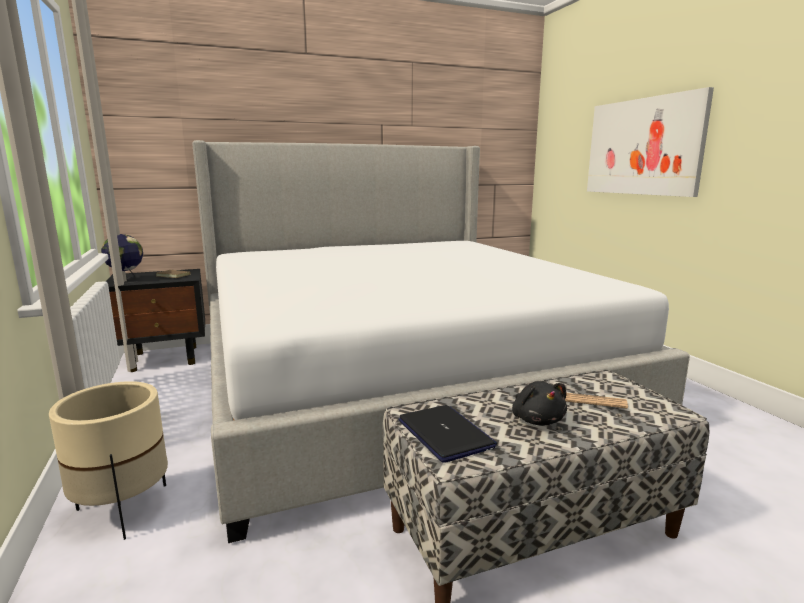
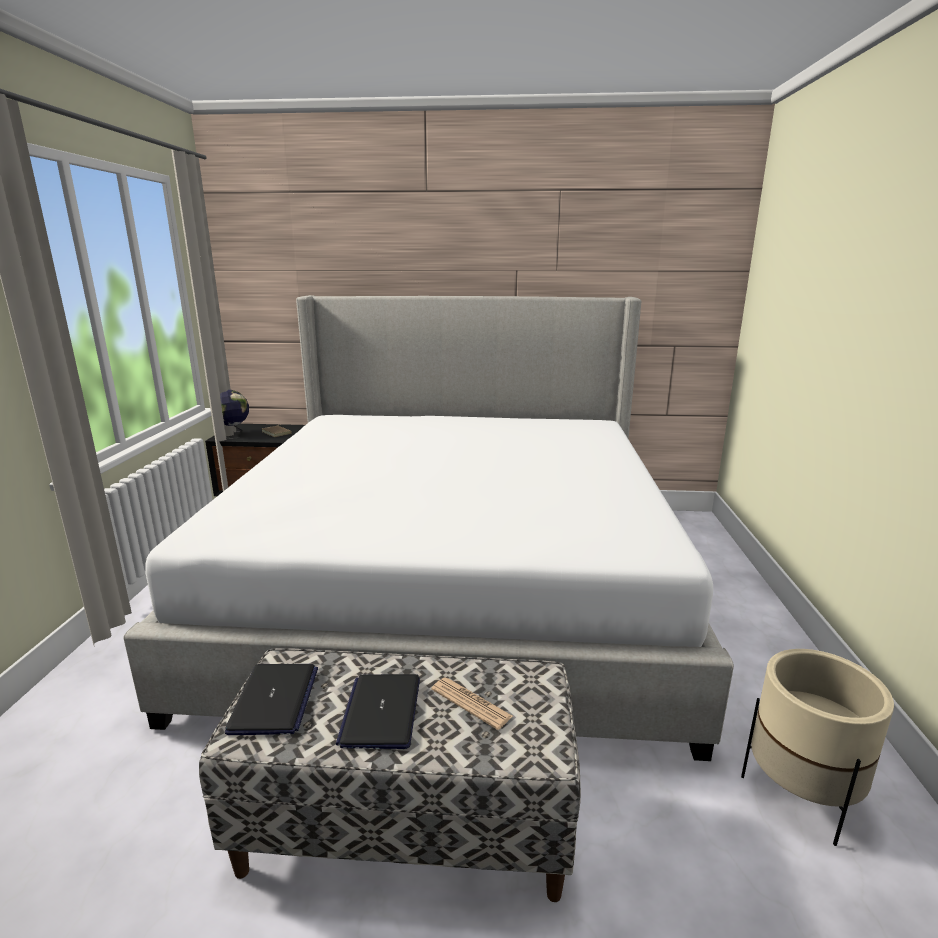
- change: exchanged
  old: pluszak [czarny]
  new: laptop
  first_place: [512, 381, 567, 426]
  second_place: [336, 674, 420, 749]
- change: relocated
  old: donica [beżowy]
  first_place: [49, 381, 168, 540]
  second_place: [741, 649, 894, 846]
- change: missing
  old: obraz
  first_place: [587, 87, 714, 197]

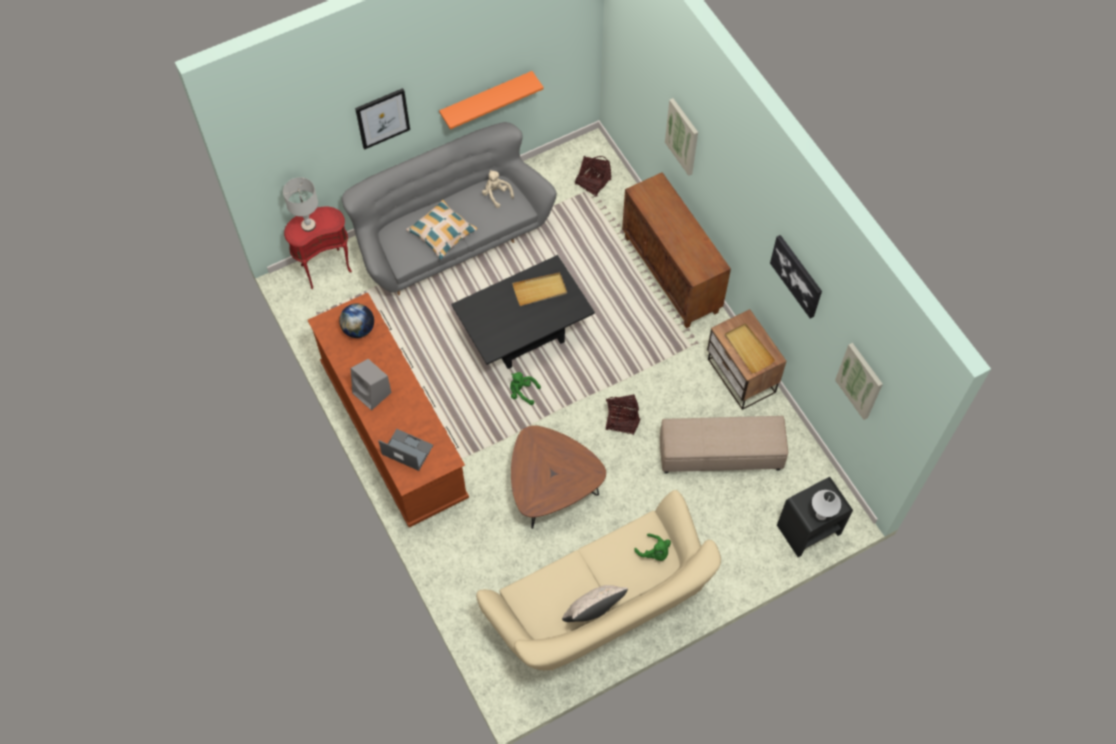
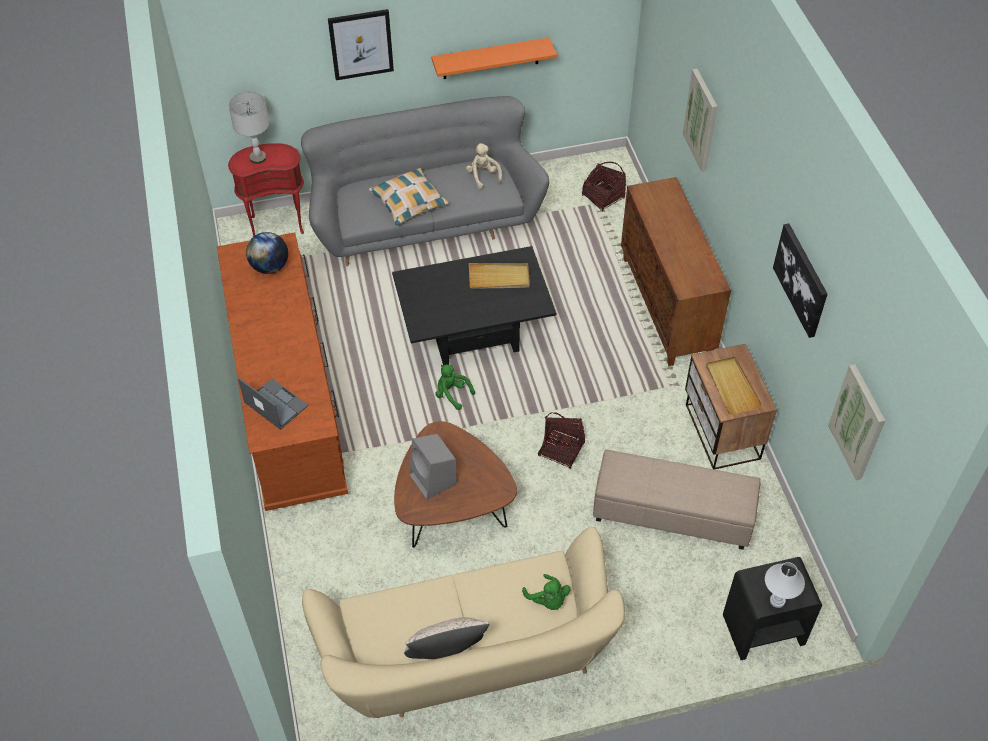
- change: relocated
  old: głośnik [szary]
  first_place: [351, 359, 392, 411]
  second_place: [409, 434, 457, 500]

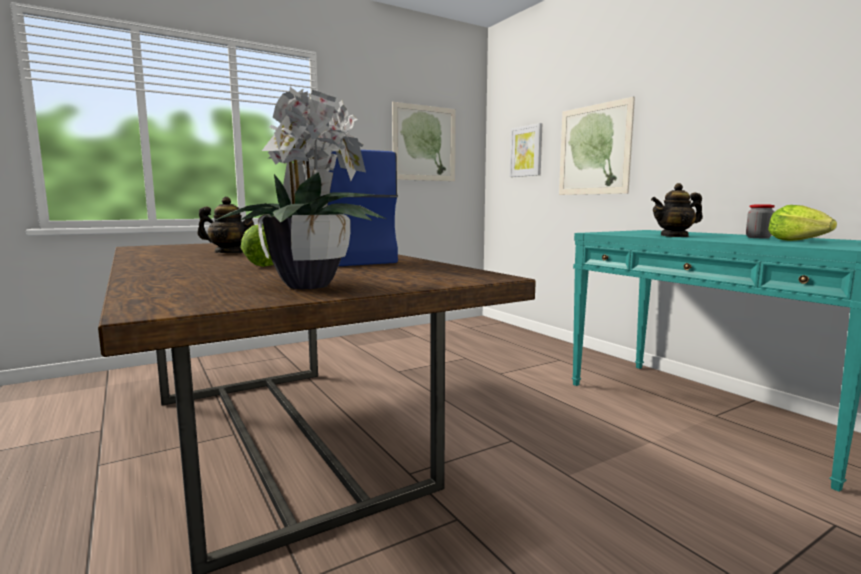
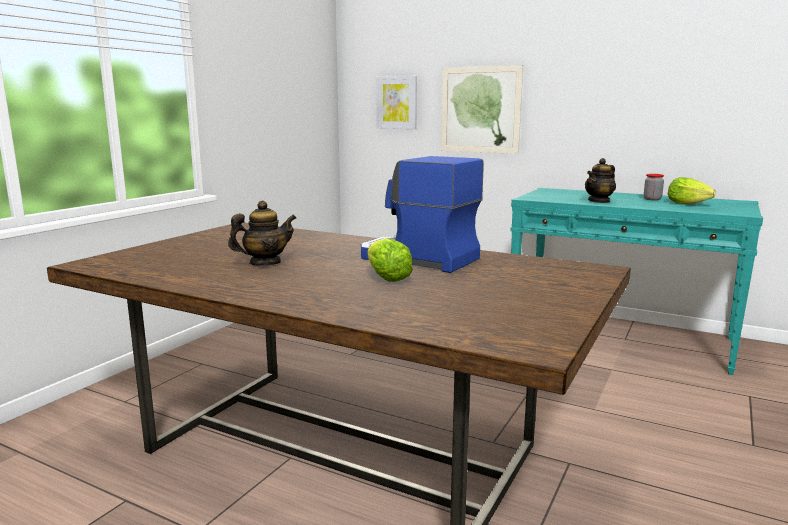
- change: missing
  old: roślina doniczkowa
  first_place: [216, 87, 386, 289]
- change: missing
  old: obraz
  first_place: [392, 102, 456, 181]

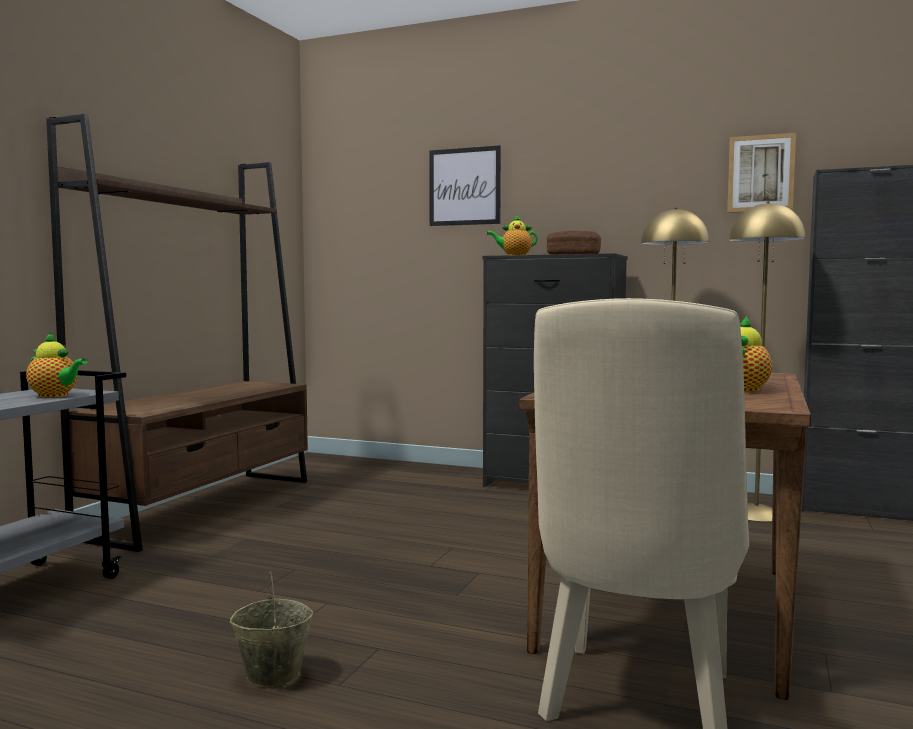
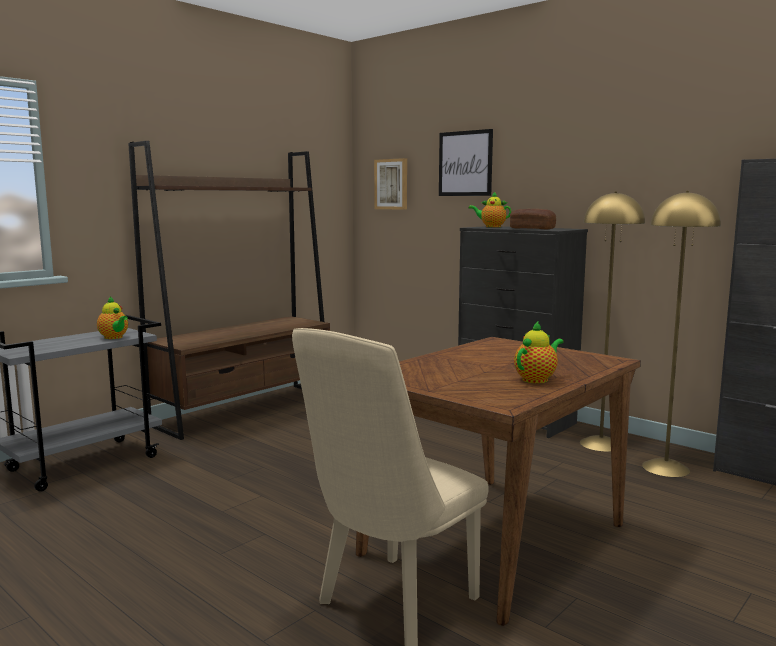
- change: relocated
  old: obraz
  first_place: [727, 133, 796, 213]
  second_place: [374, 158, 407, 210]
- change: missing
  old: wiadro [beżowy]
  first_place: [230, 571, 313, 688]

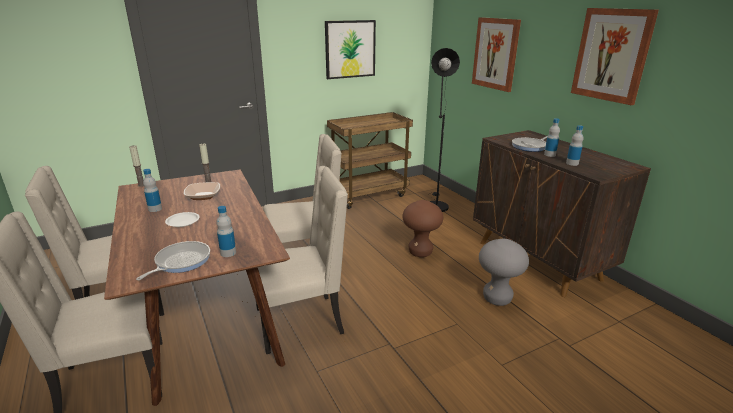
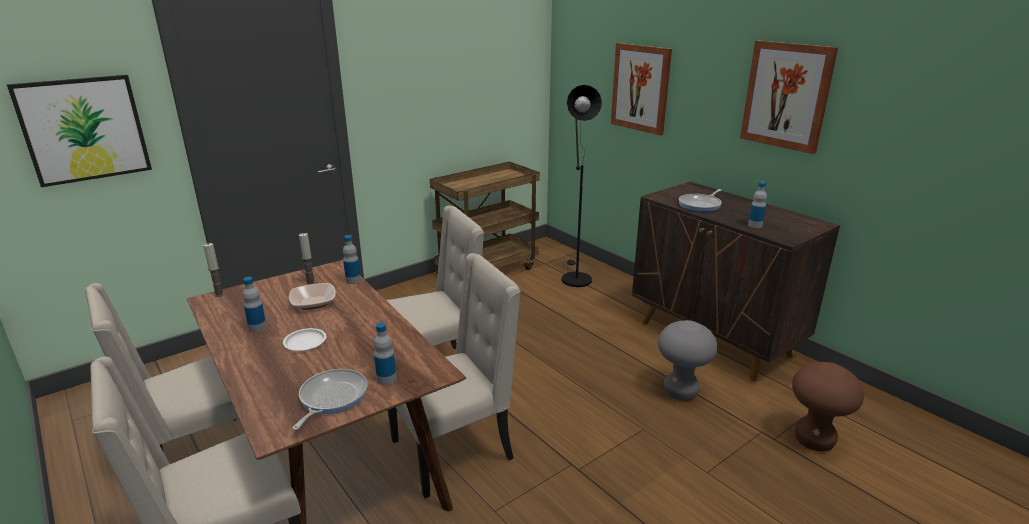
- change: relocated
  old: obraz
  first_place: [325, 20, 376, 79]
  second_place: [7, 75, 152, 187]
- change: relocated
  old: butelka
  first_place: [544, 118, 560, 157]
  second_place: [343, 235, 361, 284]
- change: relocated
  old: stołek [brązowy]
  first_place: [402, 200, 443, 257]
  second_place: [792, 362, 864, 452]

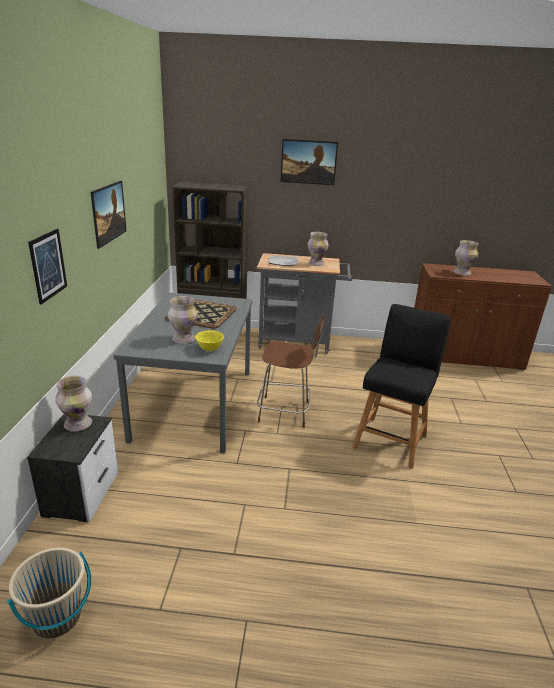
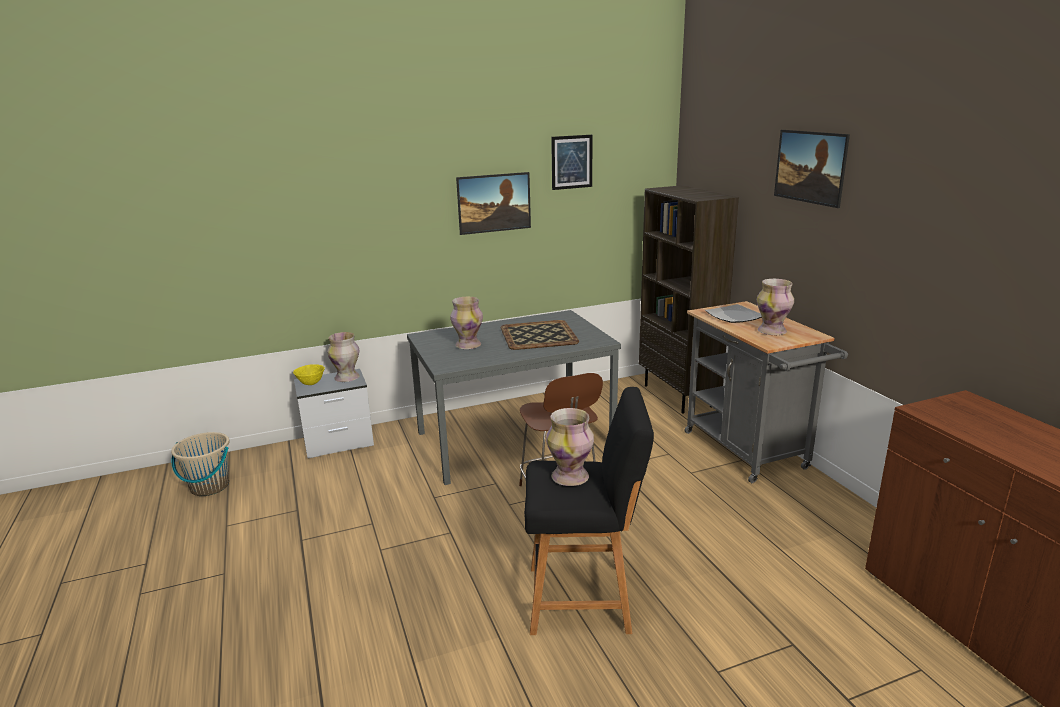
- change: relocated
  old: miska [żółty]
  first_place: [195, 330, 224, 351]
  second_place: [293, 364, 325, 385]
- change: relocated
  old: wazon
  first_place: [453, 240, 478, 276]
  second_place: [546, 408, 594, 486]
- change: relocated
  old: obraz
  first_place: [28, 229, 67, 305]
  second_place: [551, 135, 593, 190]

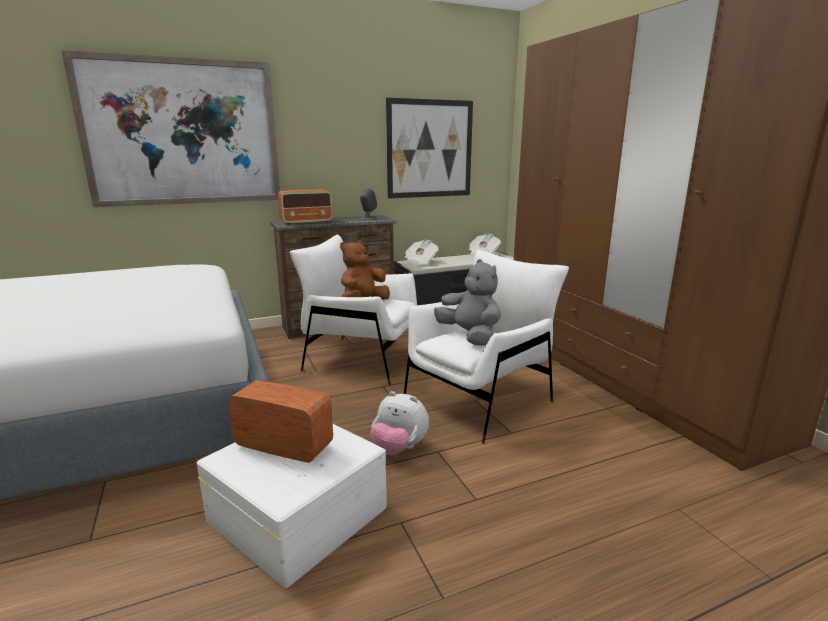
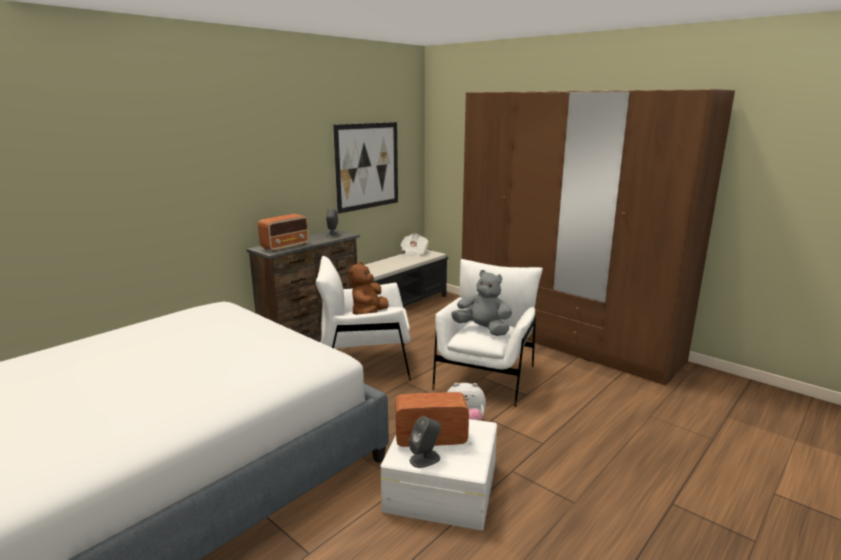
- change: appeared
  new: głośnik [szary]
  second_place: [409, 416, 441, 468]
- change: missing
  old: obraz
  first_place: [61, 50, 280, 207]
- change: missing
  old: gazeta
  first_place: [404, 240, 439, 266]

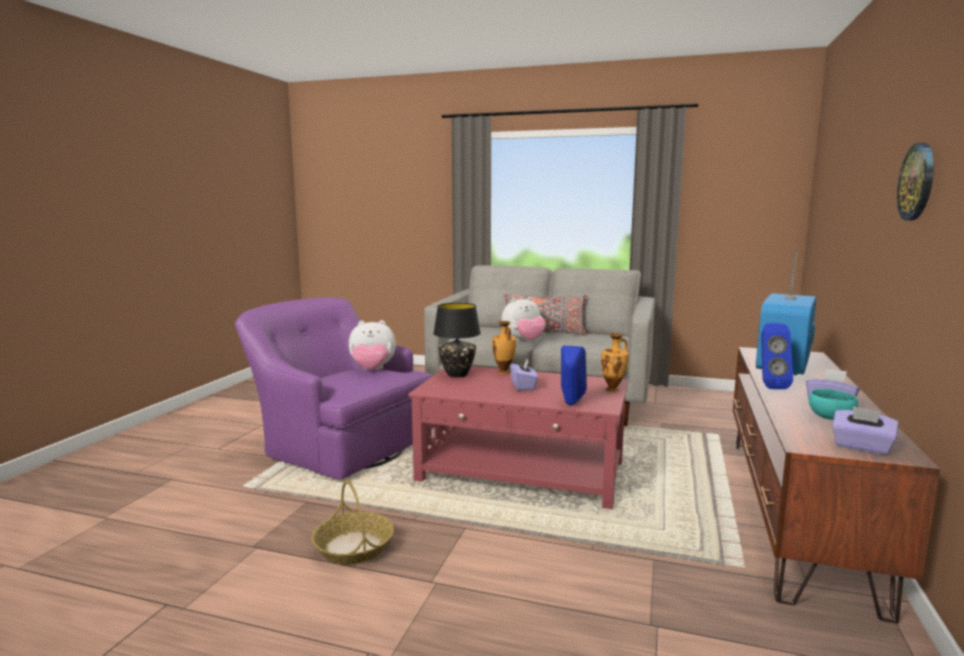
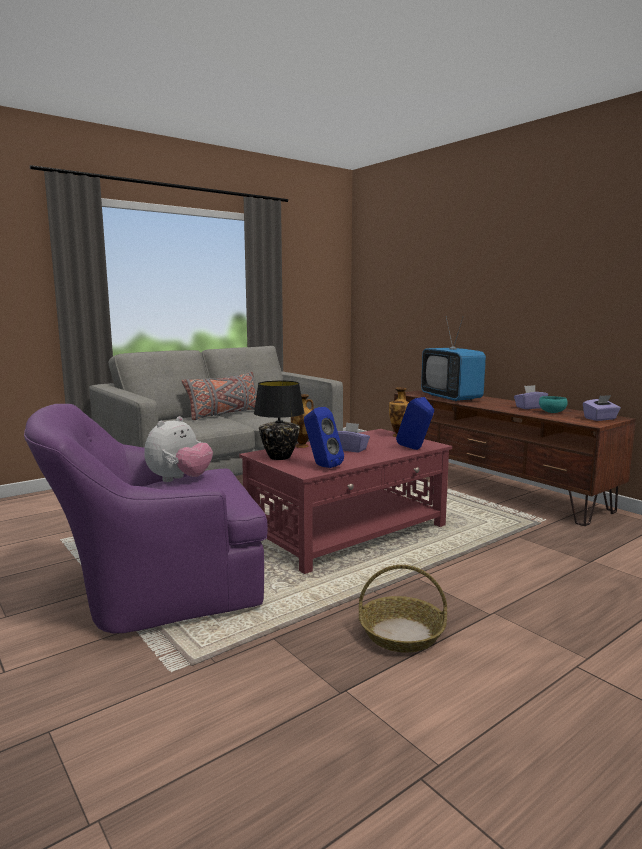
- change: relocated
  old: głośnik [niebieski]
  first_place: [761, 323, 793, 389]
  second_place: [304, 407, 344, 468]
- change: missing
  old: pluszak
  first_place: [501, 297, 546, 342]
- change: missing
  old: zegar ścienny
  first_place: [897, 143, 934, 220]

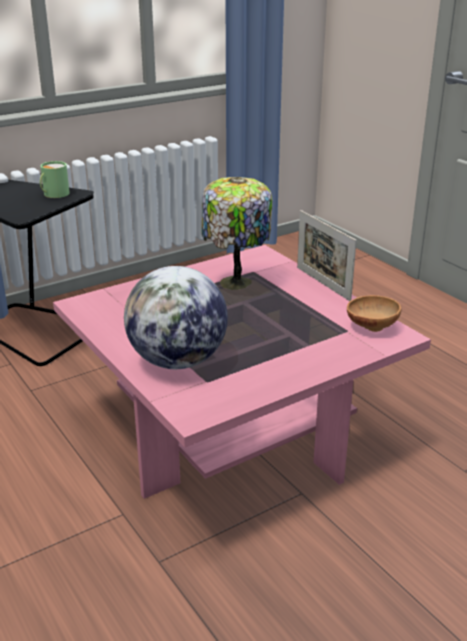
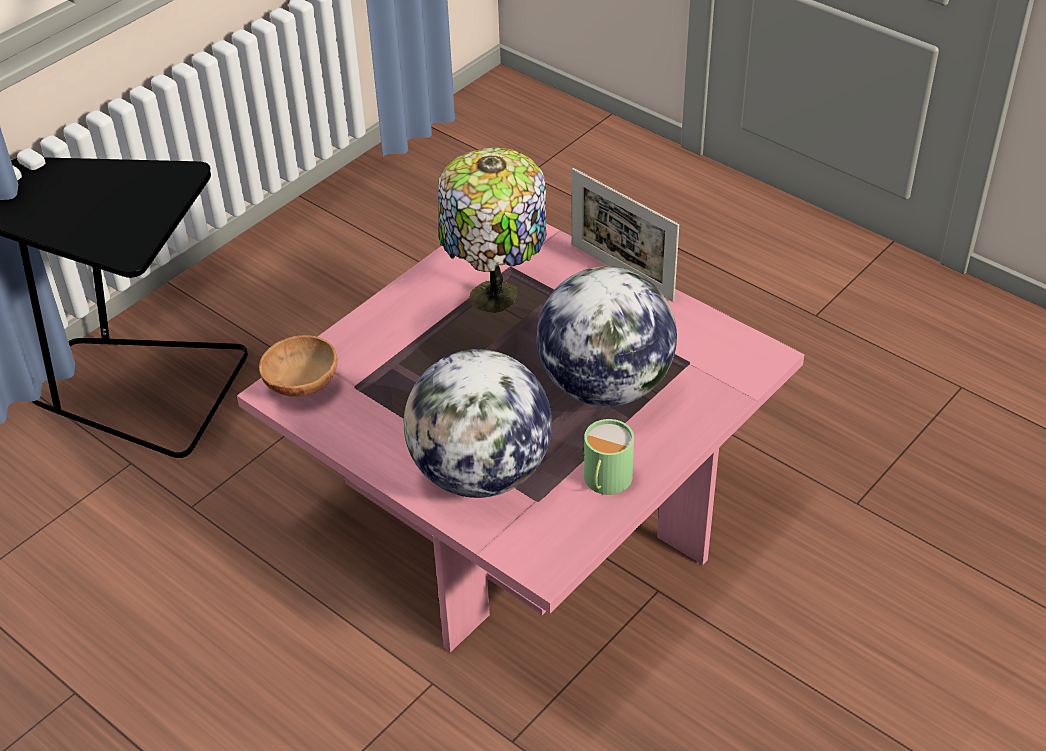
- change: relocated
  old: miska [brązowy]
  first_place: [347, 295, 401, 332]
  second_place: [259, 335, 338, 397]
- change: appeared
  new: globus
  second_place: [537, 266, 677, 407]
- change: relocated
  old: kubek [zielony]
  first_place: [40, 161, 70, 198]
  second_place: [582, 419, 634, 495]

